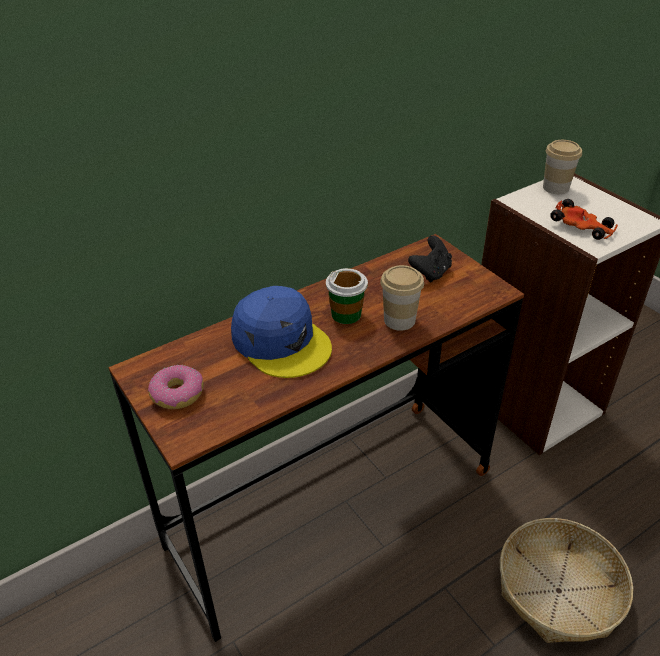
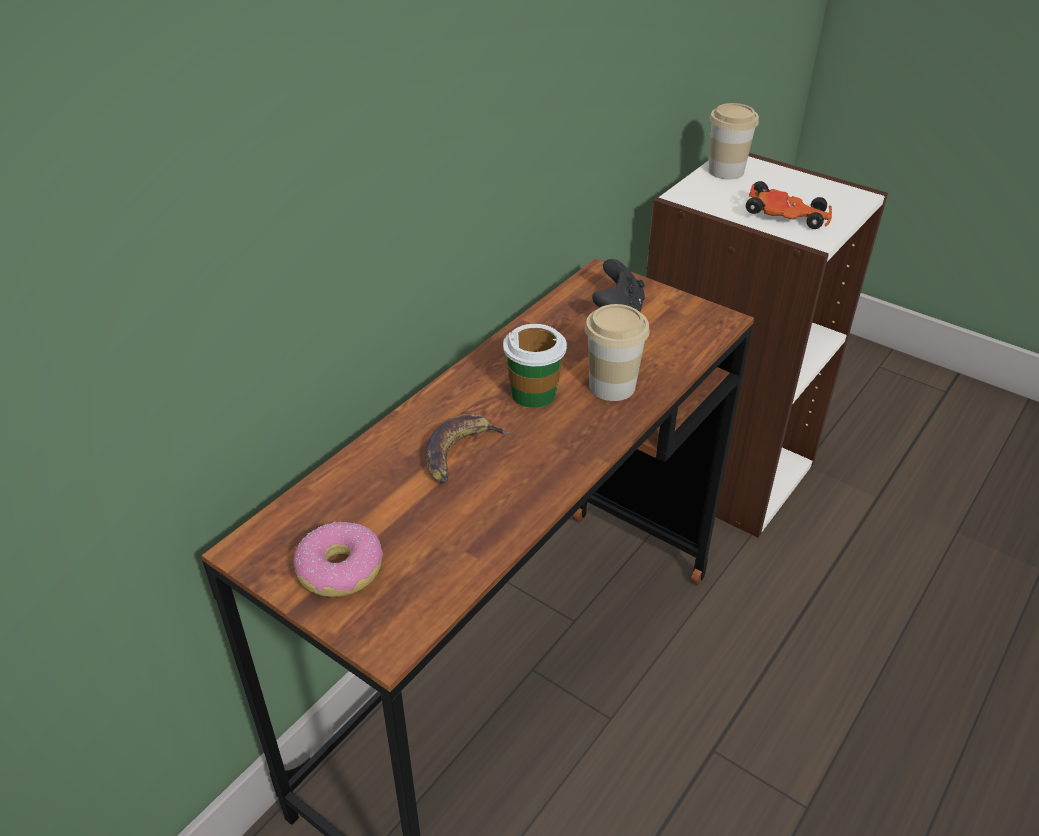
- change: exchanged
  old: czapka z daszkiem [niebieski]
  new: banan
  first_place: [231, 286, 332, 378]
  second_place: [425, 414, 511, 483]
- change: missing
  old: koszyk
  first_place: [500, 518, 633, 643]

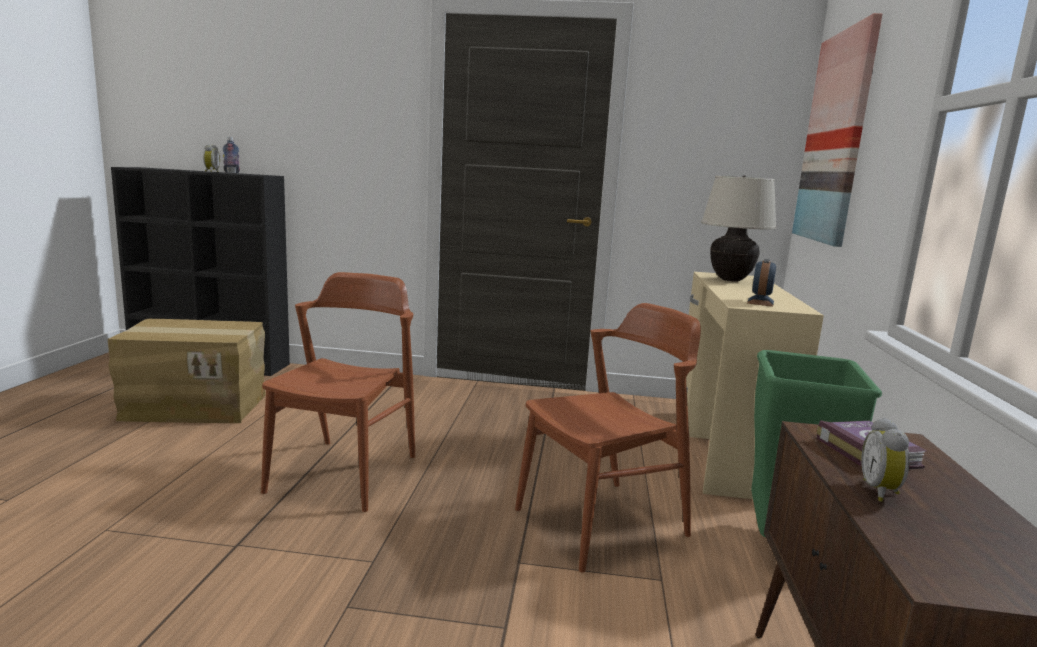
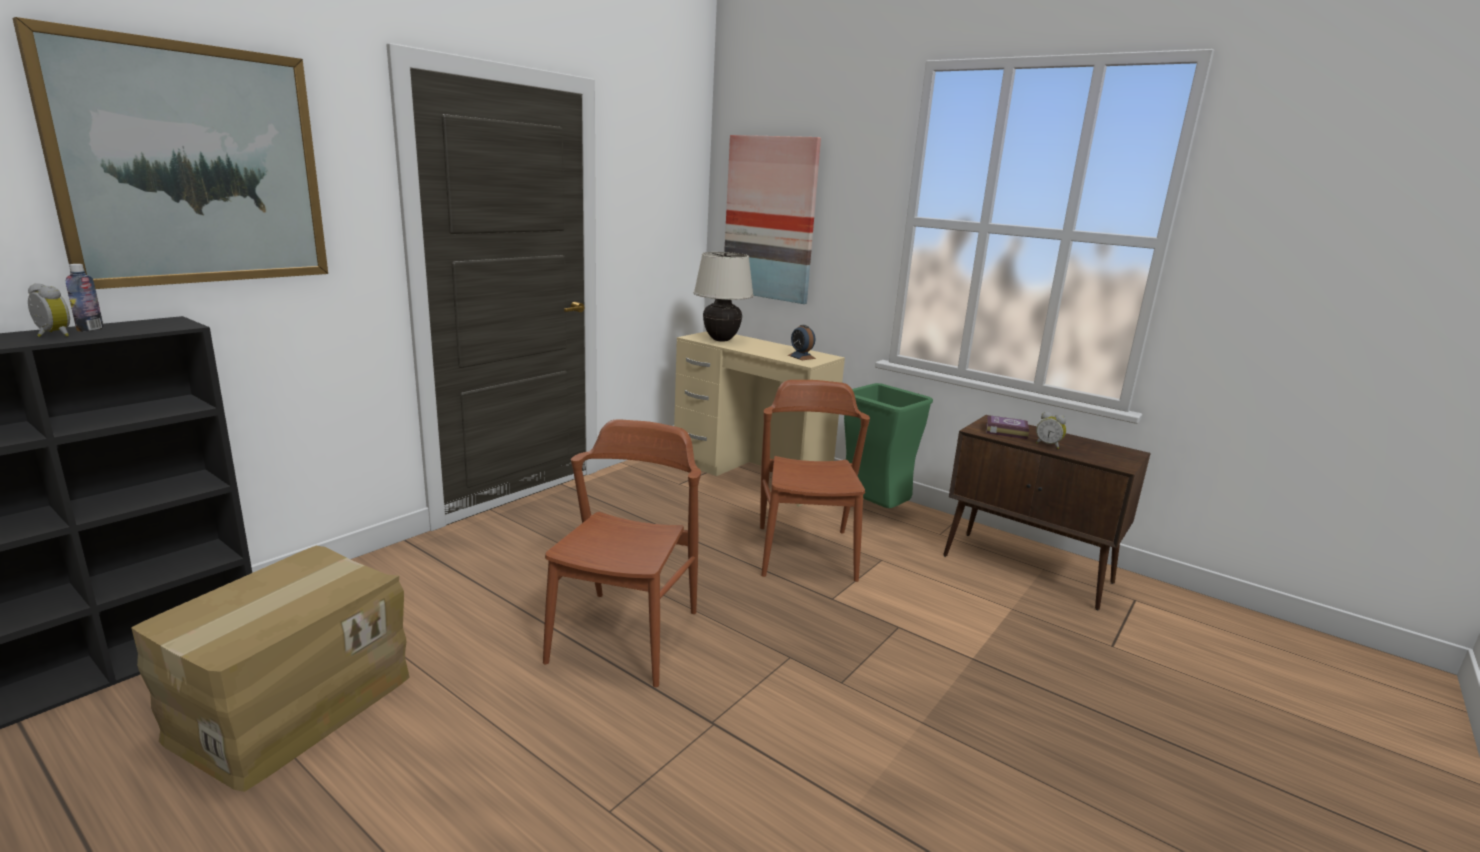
- change: appeared
  new: obraz
  second_place: [12, 17, 328, 289]
- change: spun
  old: krzesło [brązowy]
  first_place: [261, 272, 415, 512]
  second_place: [543, 419, 701, 687]
  degrees: 60

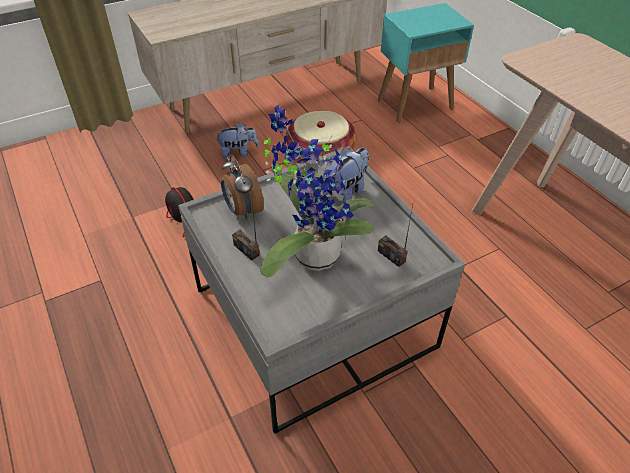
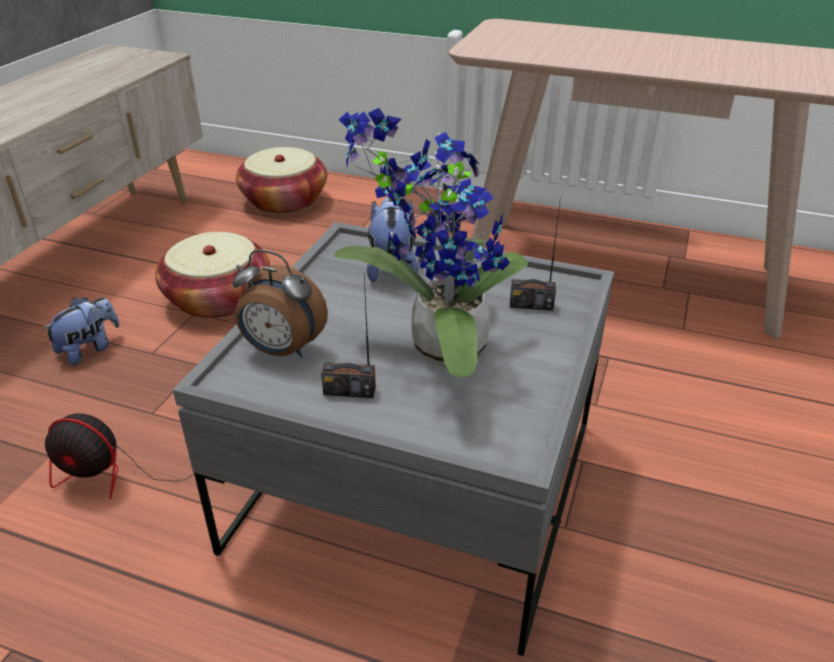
- change: exchanged
  old: stolik [turkusowy]
  new: koszyk
  first_place: [378, 3, 474, 123]
  second_place: [236, 147, 327, 214]

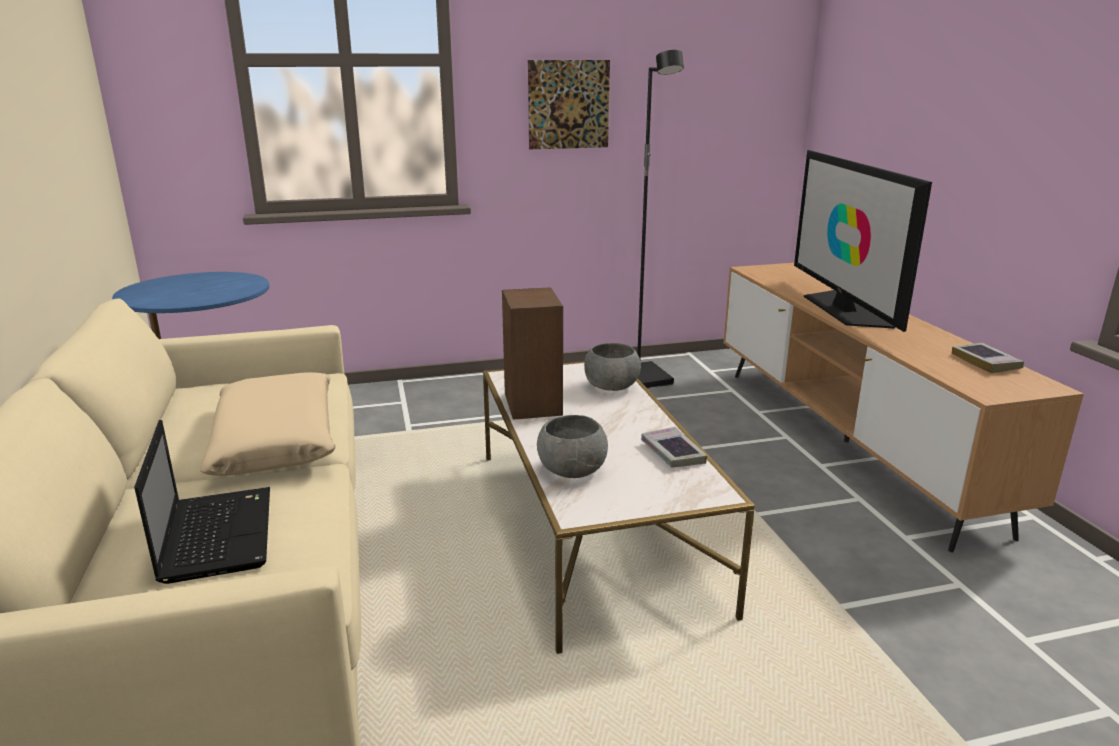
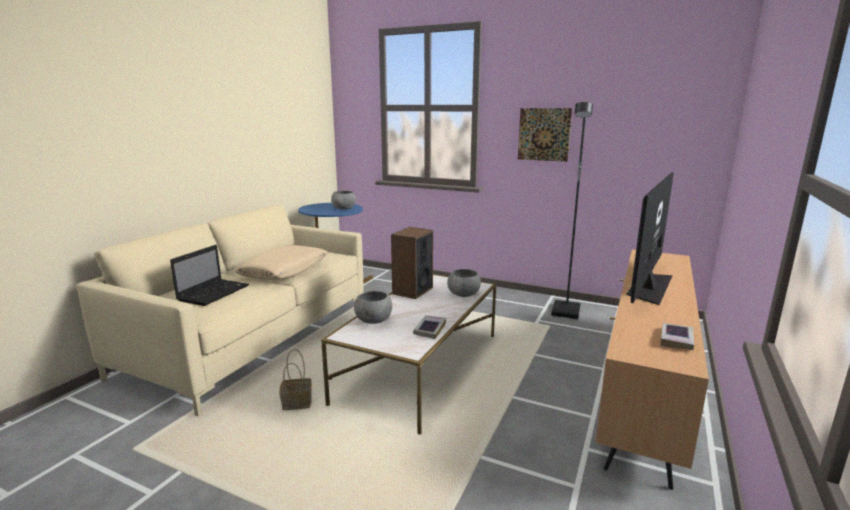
- change: appeared
  new: koszyk
  second_place: [279, 349, 312, 410]
- change: appeared
  new: miska [szary]
  second_place: [331, 191, 356, 210]

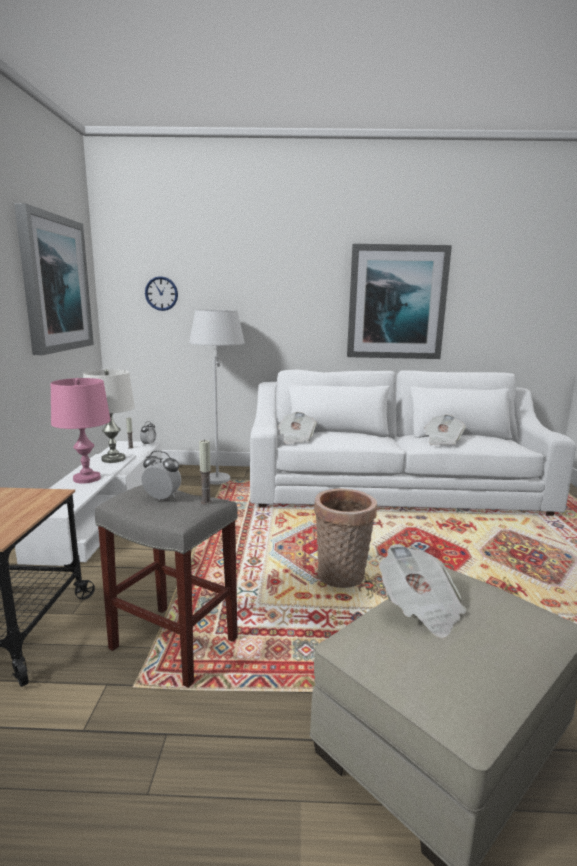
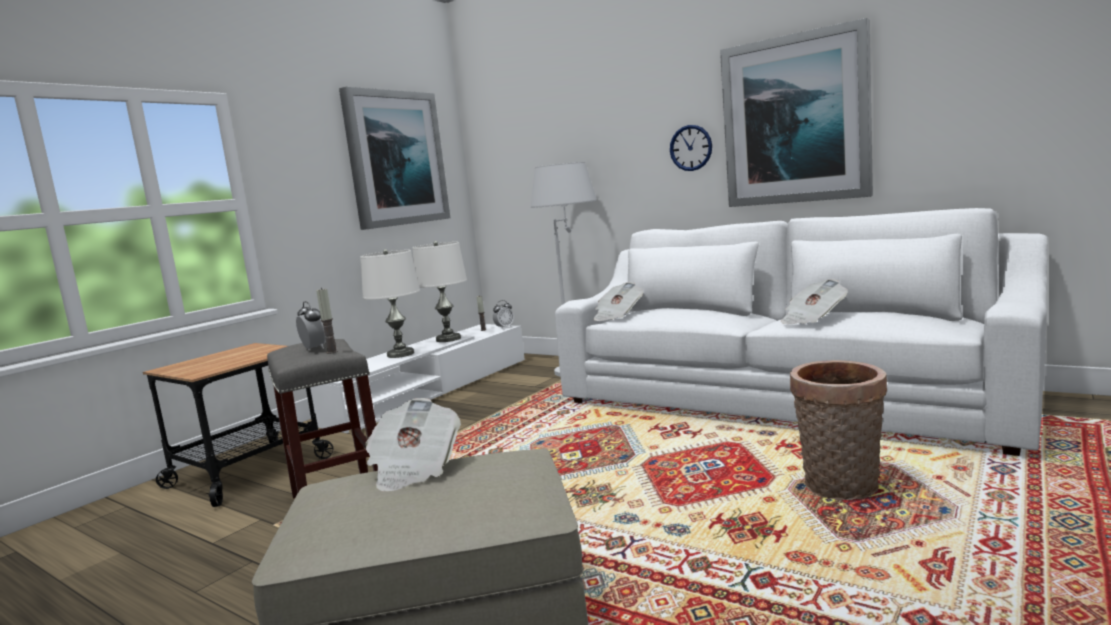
- change: colour
  old: lampa stołowa [różowy]
  new: lampa stołowa [biały]
  first_place: [51, 378, 111, 484]
  second_place: [360, 249, 420, 358]
- change: relocated
  old: zegar ścienny
  first_place: [145, 276, 178, 311]
  second_place: [670, 125, 712, 171]
- change: relocated
  old: koszyk
  first_place: [314, 489, 377, 588]
  second_place: [790, 360, 887, 500]

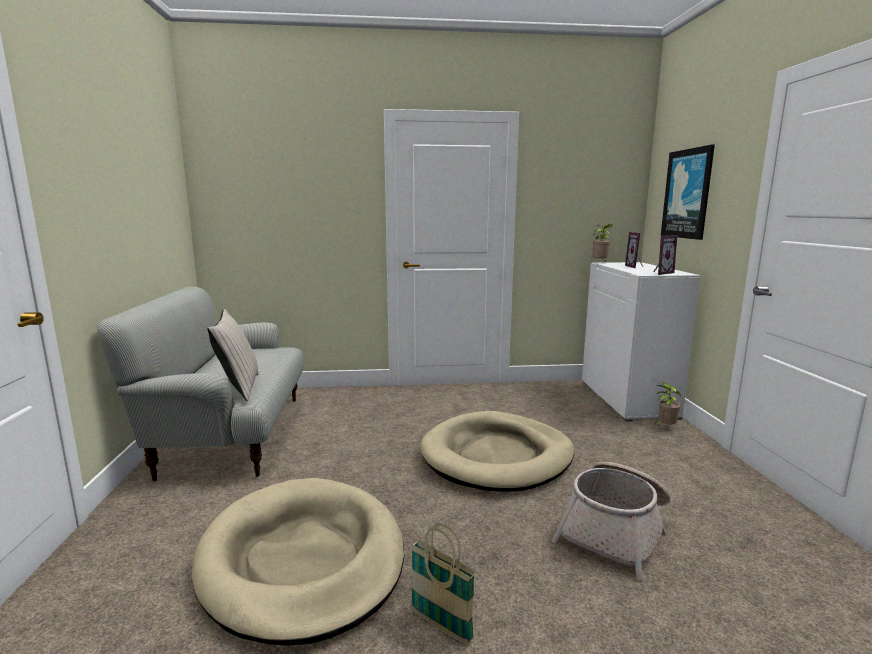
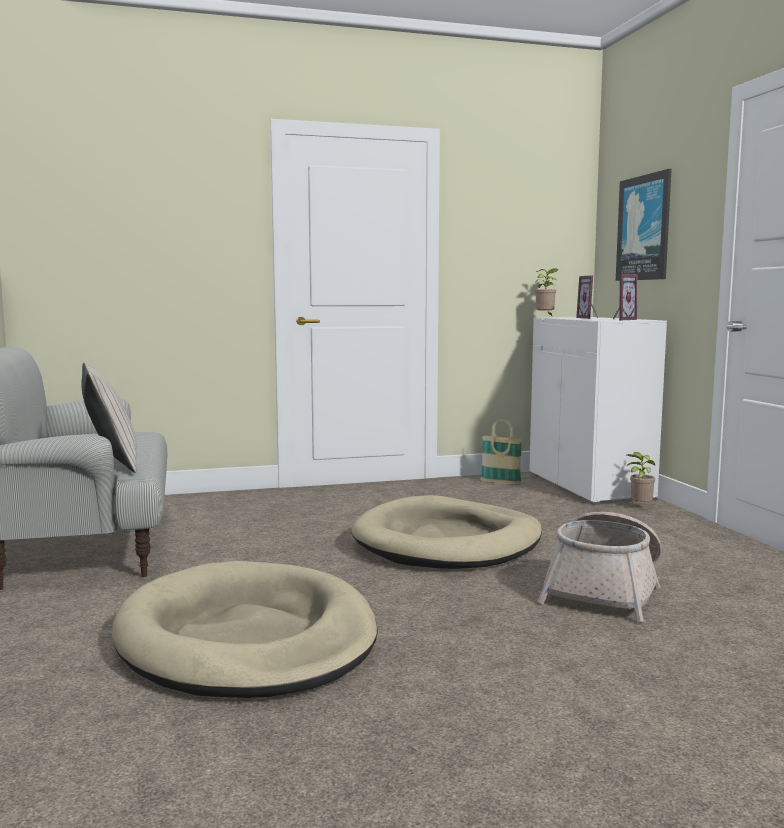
- change: relocated
  old: koszyk
  first_place: [411, 523, 476, 645]
  second_place: [480, 419, 523, 485]

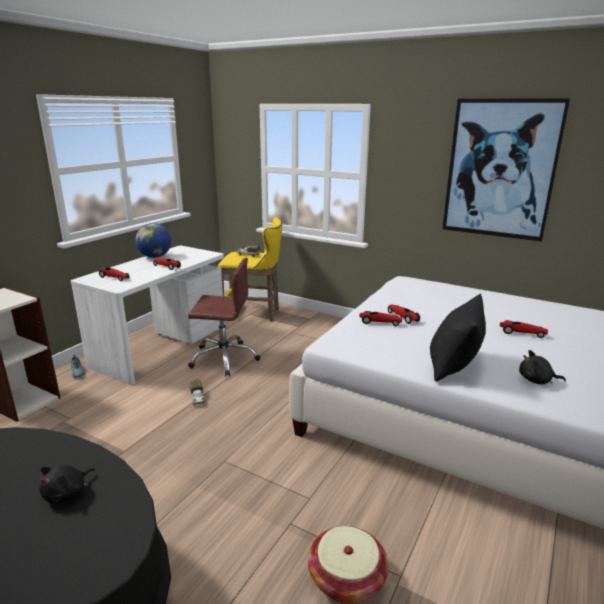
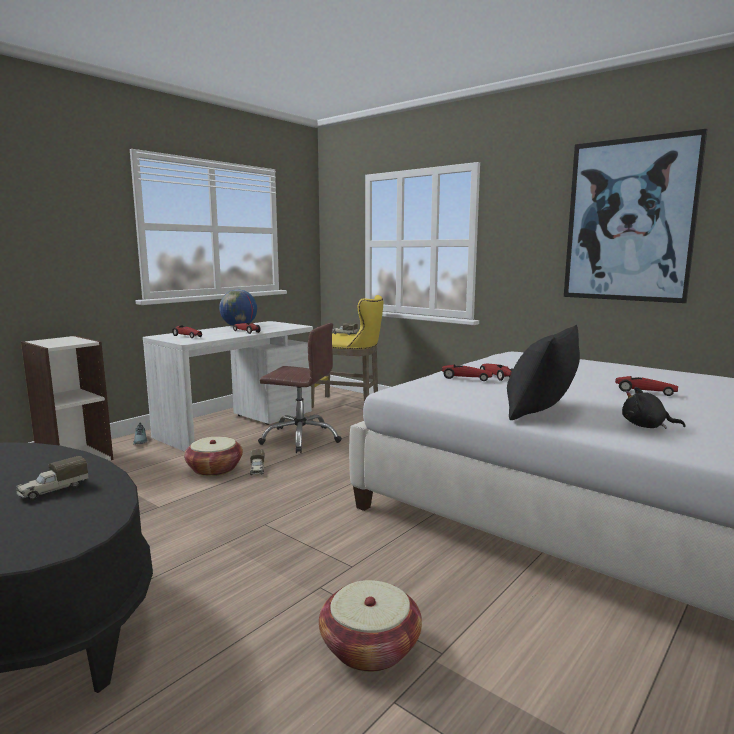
- change: exchanged
  old: pluszak [czarny]
  new: ciężarówka zabawkowa
  first_place: [39, 465, 95, 503]
  second_place: [16, 456, 89, 500]
- change: appeared
  new: koszyk
  second_place: [184, 437, 243, 476]

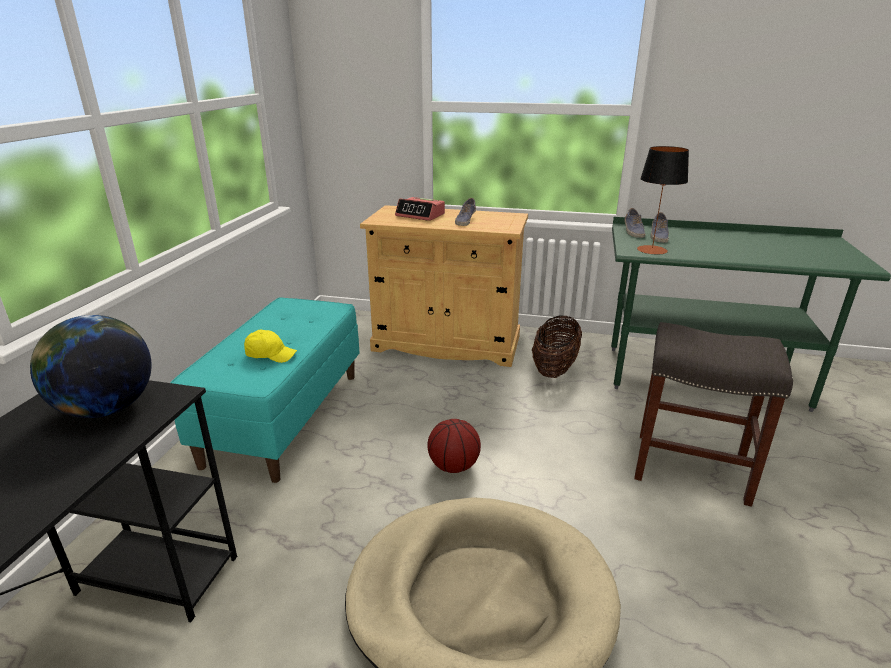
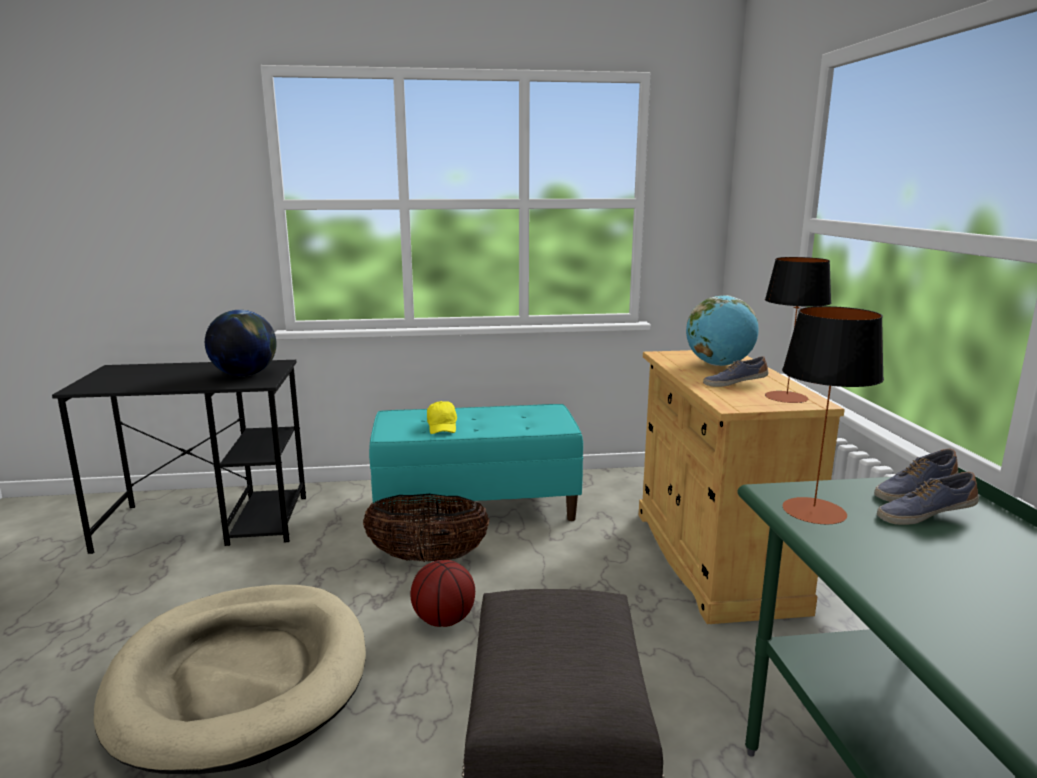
- change: relocated
  old: koszyk
  first_place: [532, 316, 582, 378]
  second_place: [363, 494, 490, 562]
- change: exchanged
  old: budzik
  new: globus
  first_place: [395, 197, 445, 221]
  second_place: [686, 295, 759, 366]
- change: appeared
  new: lampa stołowa
  second_place: [765, 257, 832, 403]

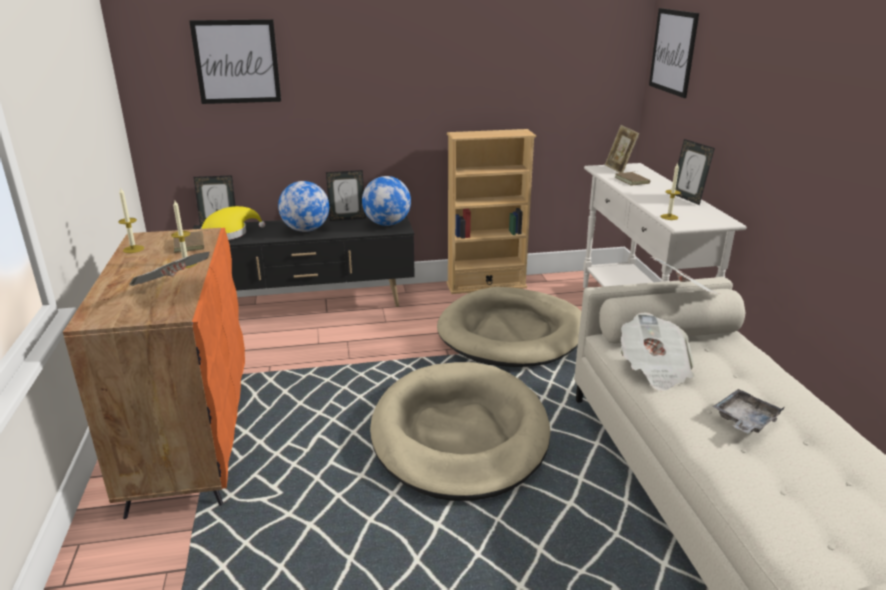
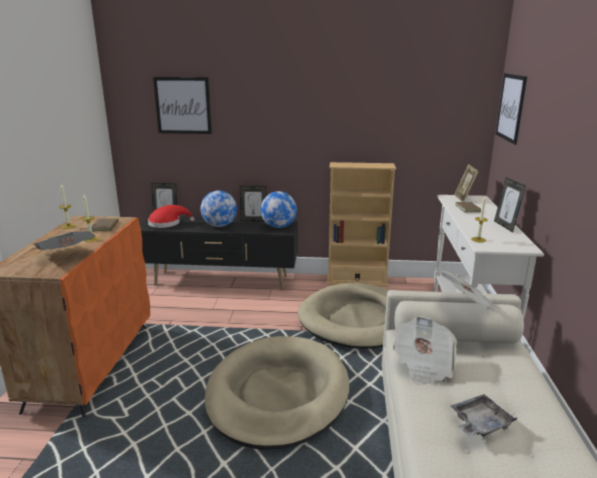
- change: colour
  old: kapelusz [żółty]
  new: kapelusz [czerwony]
  first_place: [201, 206, 265, 240]
  second_place: [148, 205, 195, 228]

